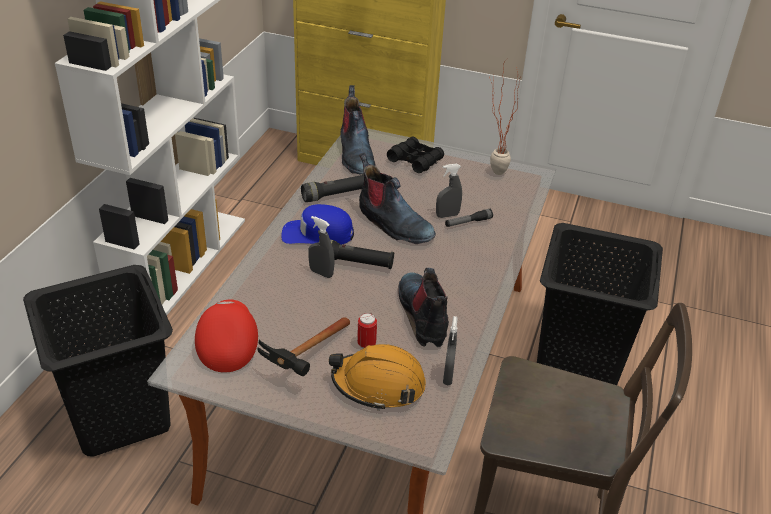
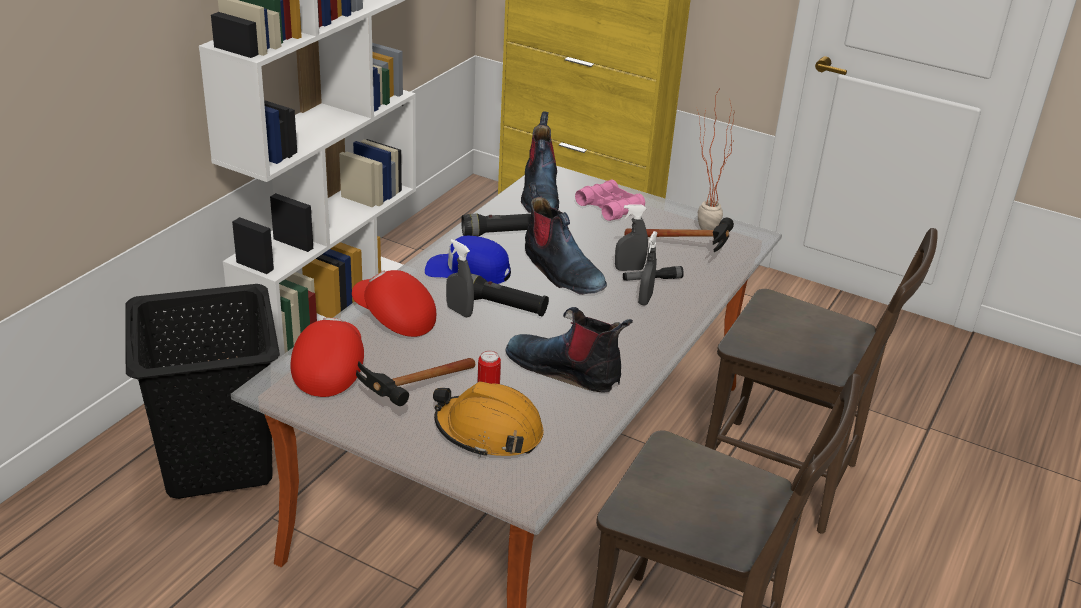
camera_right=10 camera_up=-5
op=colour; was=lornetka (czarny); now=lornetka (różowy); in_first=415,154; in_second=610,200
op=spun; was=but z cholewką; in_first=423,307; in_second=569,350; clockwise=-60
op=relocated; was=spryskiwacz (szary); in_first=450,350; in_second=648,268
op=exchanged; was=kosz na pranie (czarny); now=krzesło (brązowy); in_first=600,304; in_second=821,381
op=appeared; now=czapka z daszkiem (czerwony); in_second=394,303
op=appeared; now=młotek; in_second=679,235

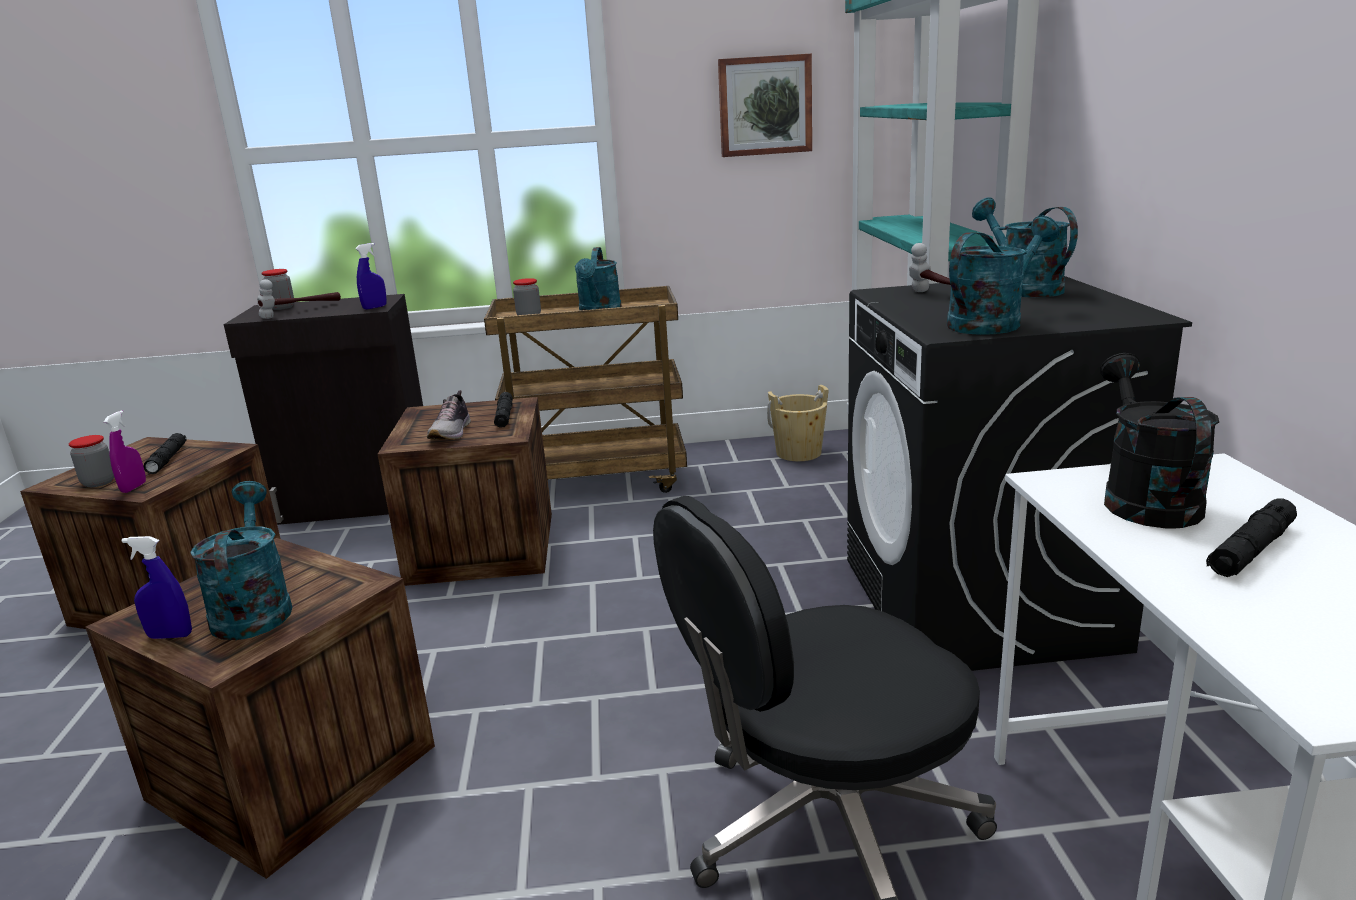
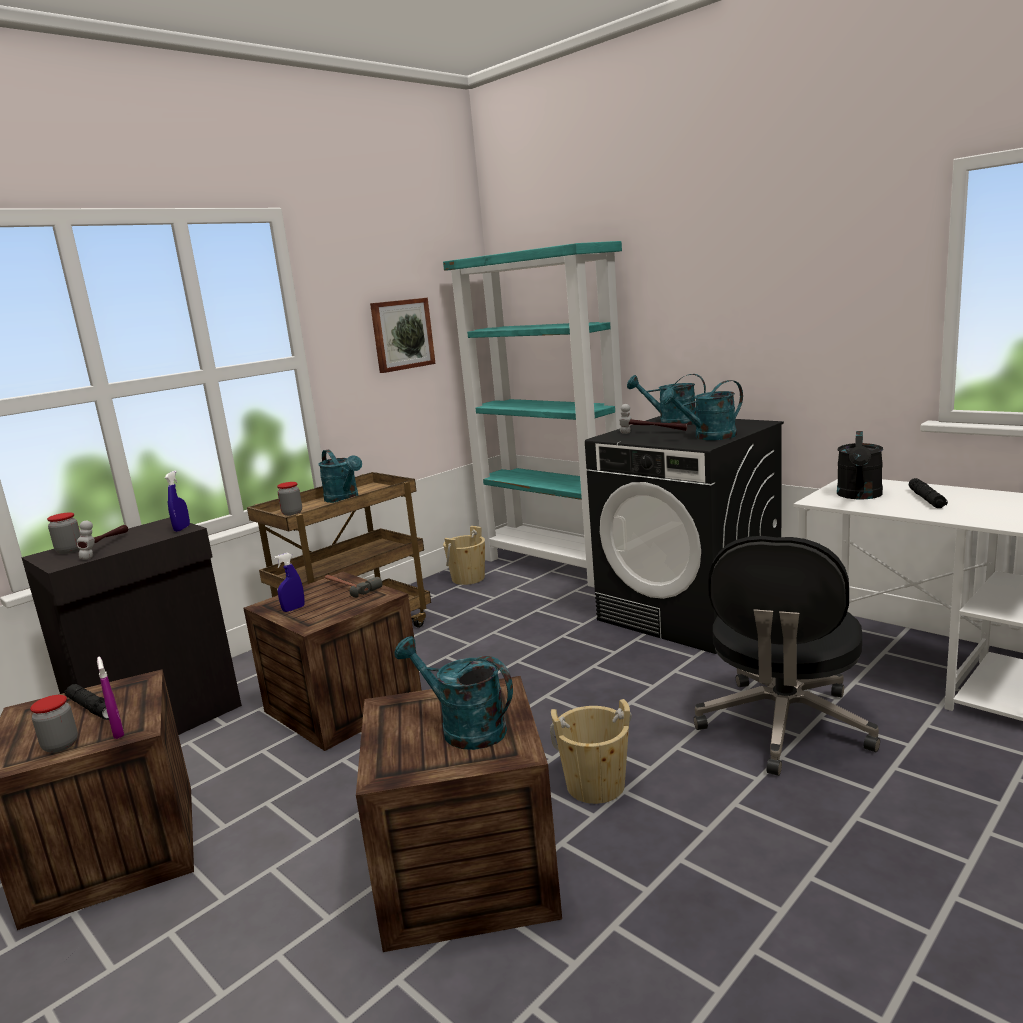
camera_right=-40 camera_up=-5
op=relocated; was=spryskiwacz (niebieski); in_first=157,587; in_second=289,582
op=missing; was=but; in_first=449,415
op=exchanged; was=latarka (czarny); now=młotek; in_first=503,410; in_second=354,586
op=spun; was=konewka (turkusowy); in_first=1003,275; in_second=702,410; clockwise=-120
op=spun; was=konewka (czarny); in_first=1159,441; in_second=860,465; clockwise=-120
op=appeared; now=wiadro (beżowy); in_second=591,751

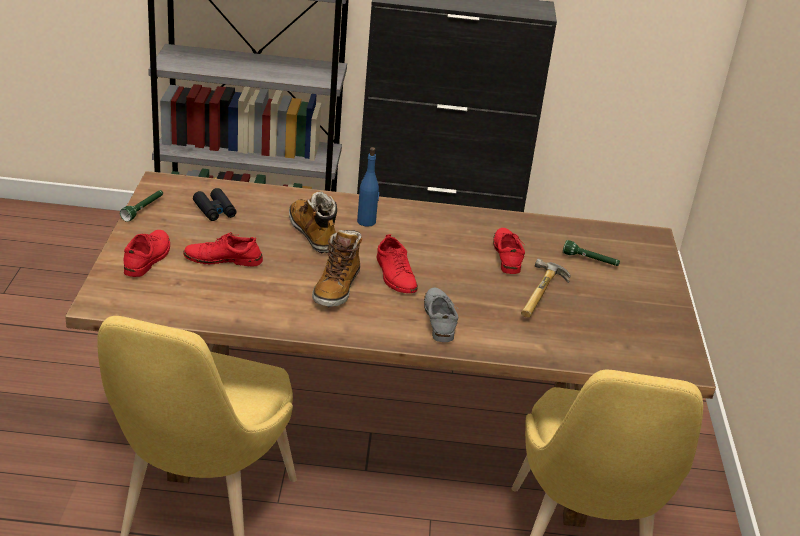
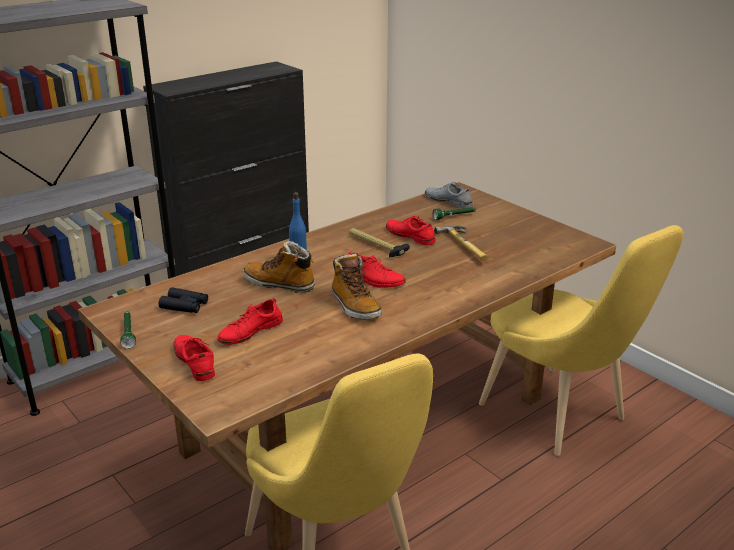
camera_right=-40 camera_up=-5
op=relocated; was=but (szary); in_first=441,315; in_second=449,195
op=appeared; now=młotek; in_second=379,242

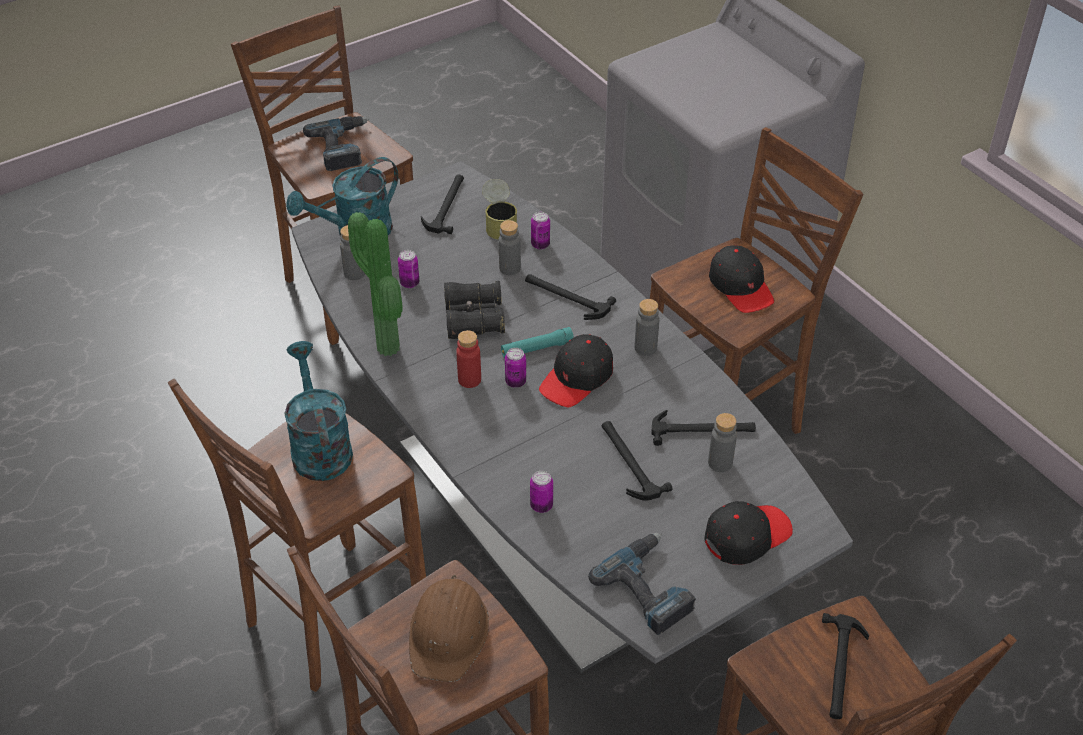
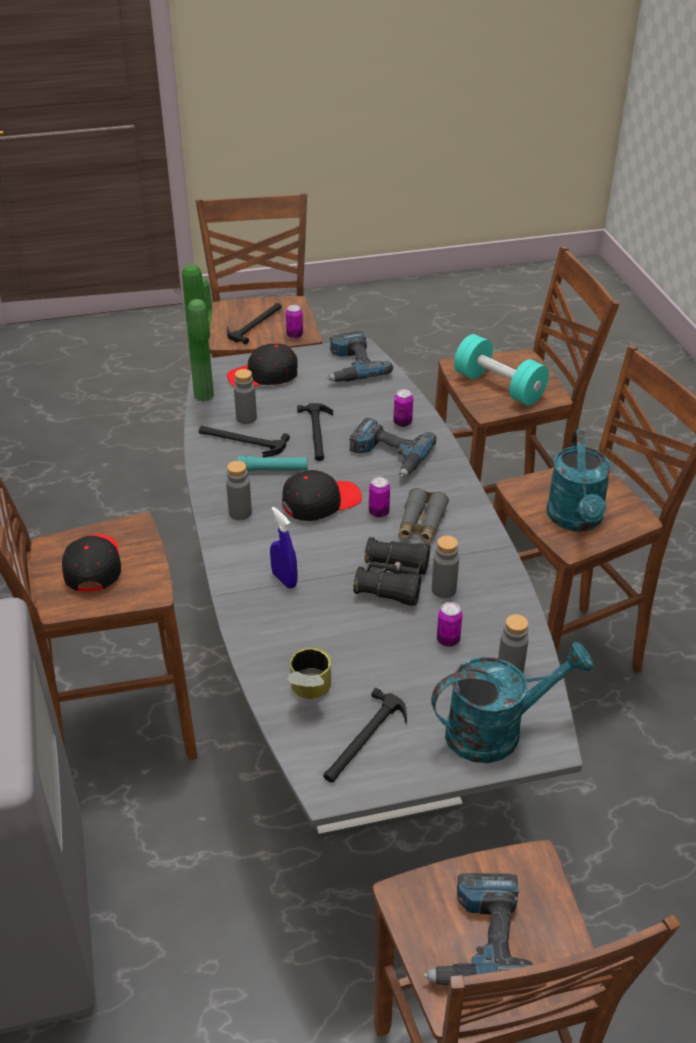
camera_right=-160 camera_up=-5
op=relocated; was=roślina doniczkowa; in_first=375,284; in_second=198,333
op=exchanged; was=kask (brązowy); now=hantel (turkusowy); in_first=449,628; in_second=501,370
op=exchanged; was=butelka (czerwony); now=lornetka (szary); in_first=468,359; in_second=423,516
op=relocated; was=butelka (szary); in_first=510,247; in_second=445,566
op=relocated; was=latarka (turkusowy); in_first=537,342; in_second=272,464
op=exchanged; was=młotek; now=spryskiwacz (niebieski); in_first=570,297; in_second=283,548
op=relocated; was=puszka; in_first=540,230; in_second=294,322
op=appeared; now=wiertarka; in_second=393,448

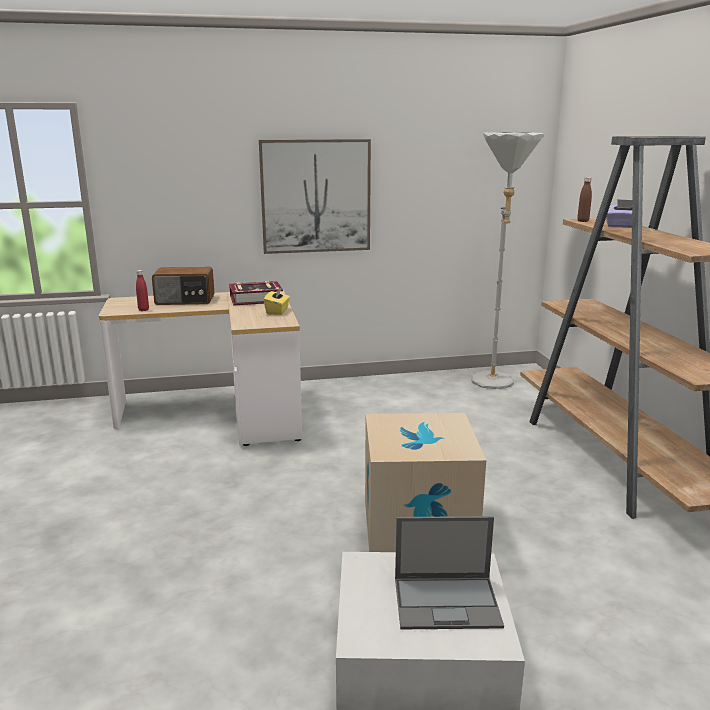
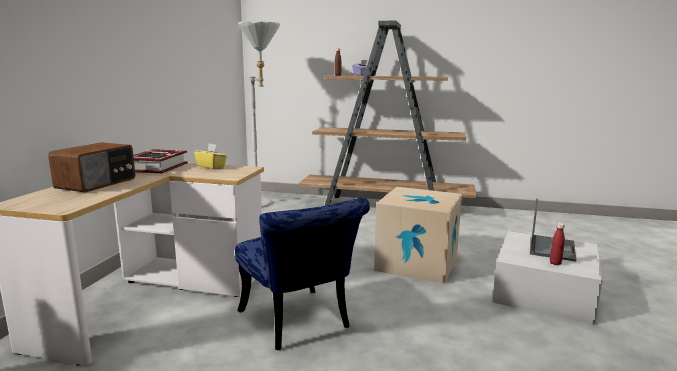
camera_right=-65 camera_up=-5
op=relocated; was=butelka (czerwony); in_first=142,290; in_second=557,244
op=missing; was=obraz; in_first=315,196
op=appeared; now=krzesło (niebieski); in_second=302,274

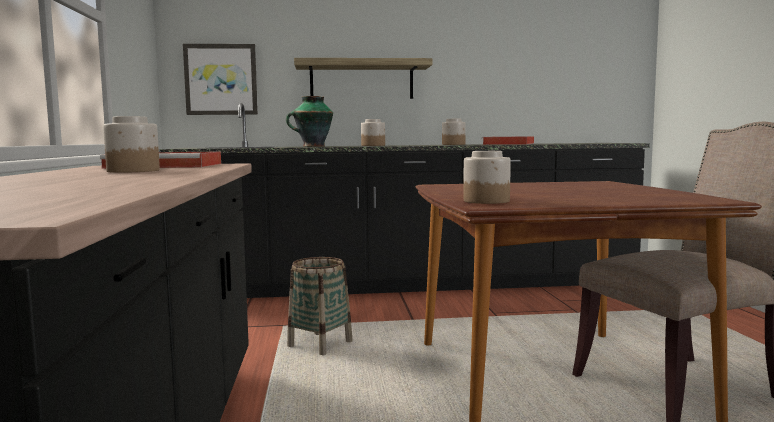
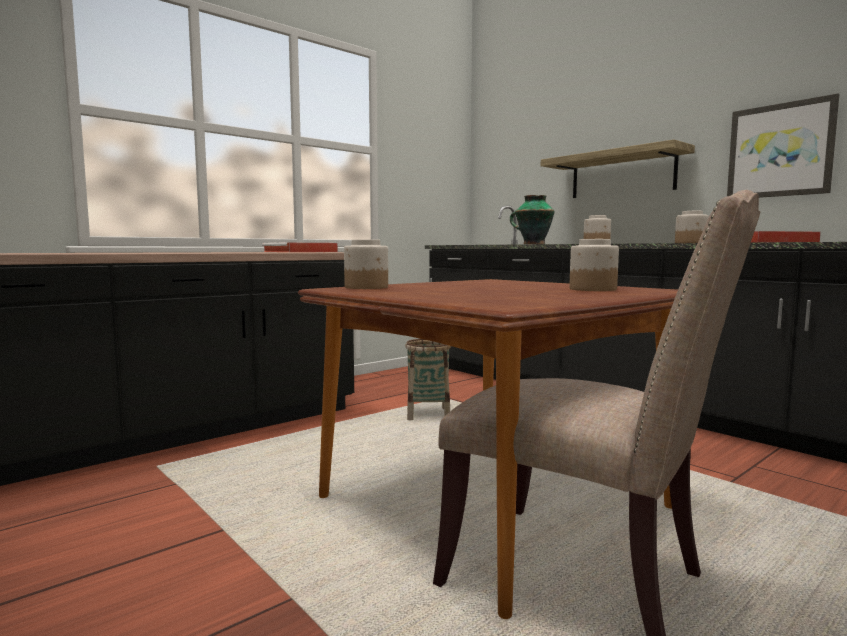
camera_right=55 camera_up=0
op=relocated; was=słoik; in_first=131,144; in_second=594,265
op=relocated; was=obraz; in_first=220,79; in_second=783,146

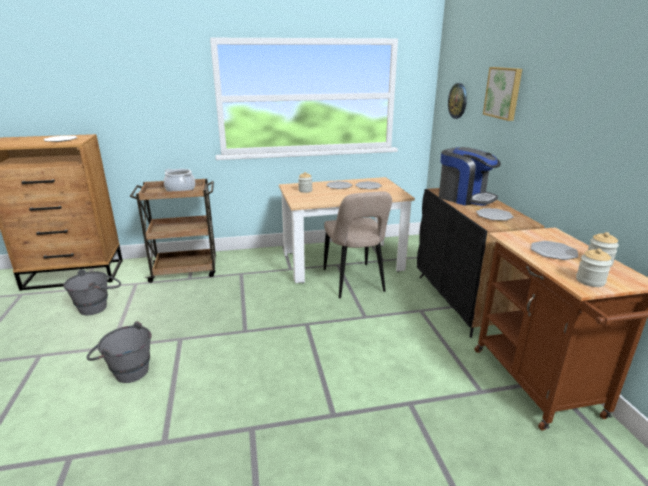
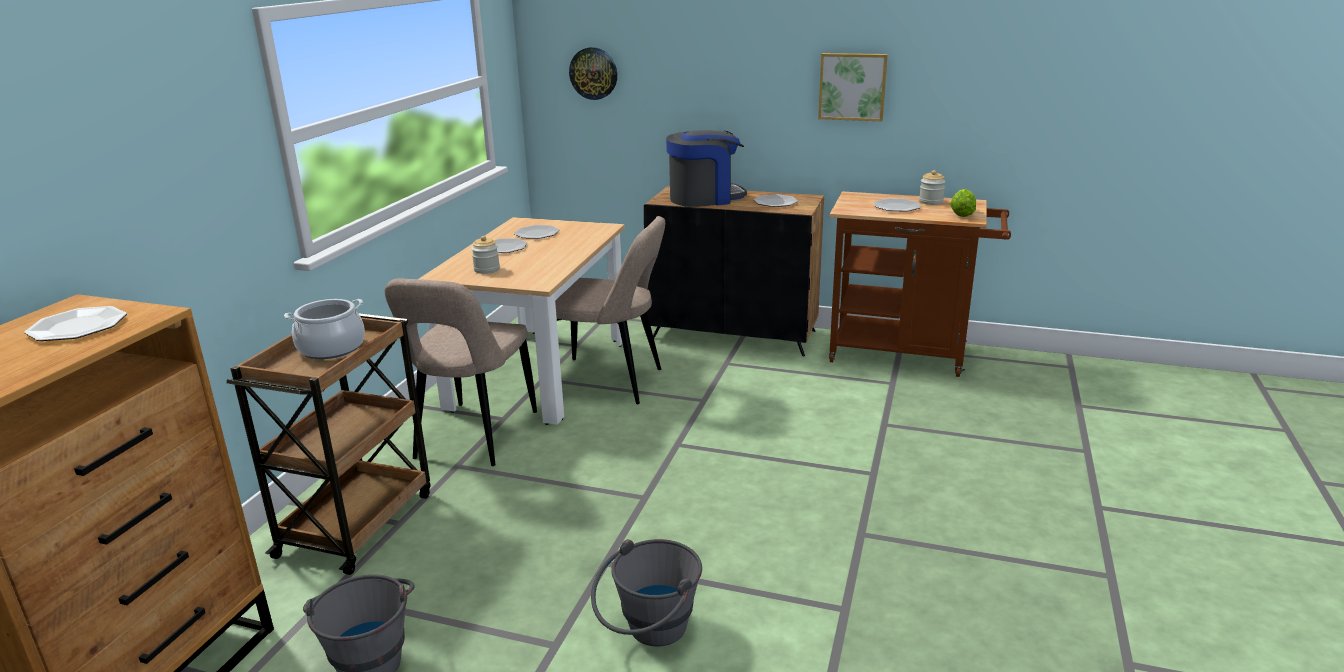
camera_right=-60 camera_up=0
op=relocated; was=obraz; in_first=502,94; in_second=853,87
op=exchanged; was=słoik; now=sałata; in_first=594,267; in_second=963,203
op=appeared; now=krzesło (beżowy); in_second=460,372

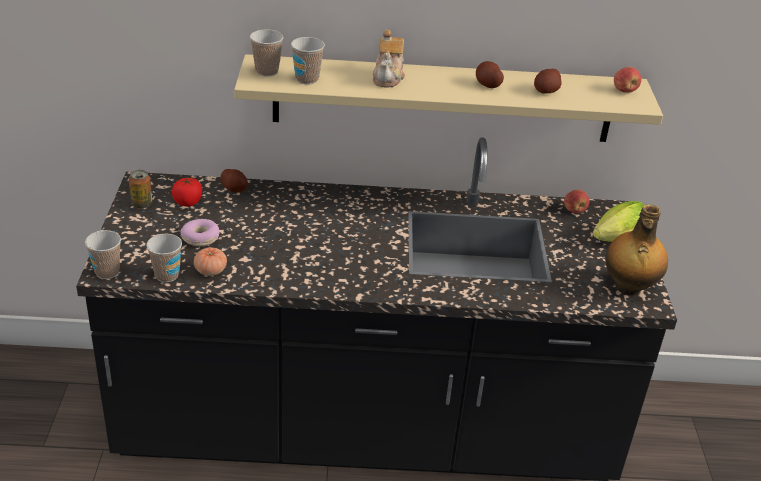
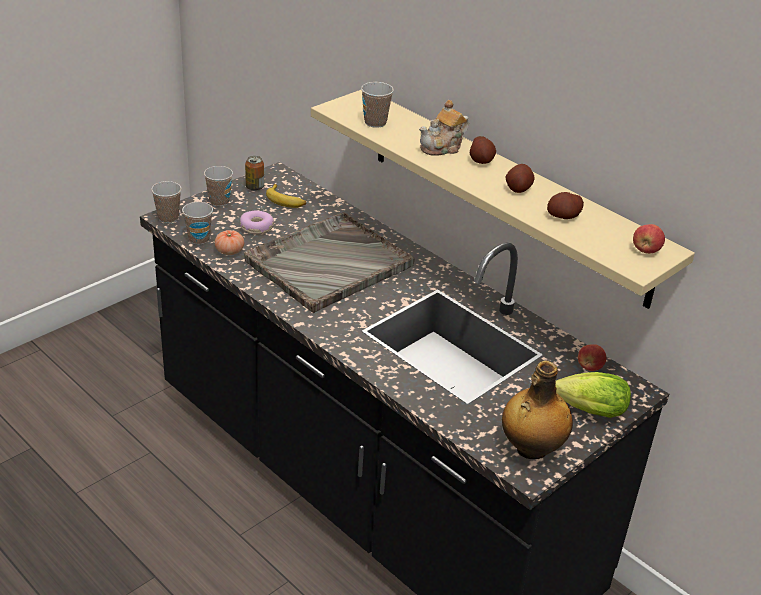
camera_right=45 camera_up=0
op=exchanged; was=pomidor; now=banan; in_first=187,192; in_second=286,196
op=relocated; was=ziemniak; in_first=234,180; in_second=483,150
op=relocated; was=filiżanka; in_first=266,53; in_second=218,186
op=appeared; now=taca (szary); in_second=329,262

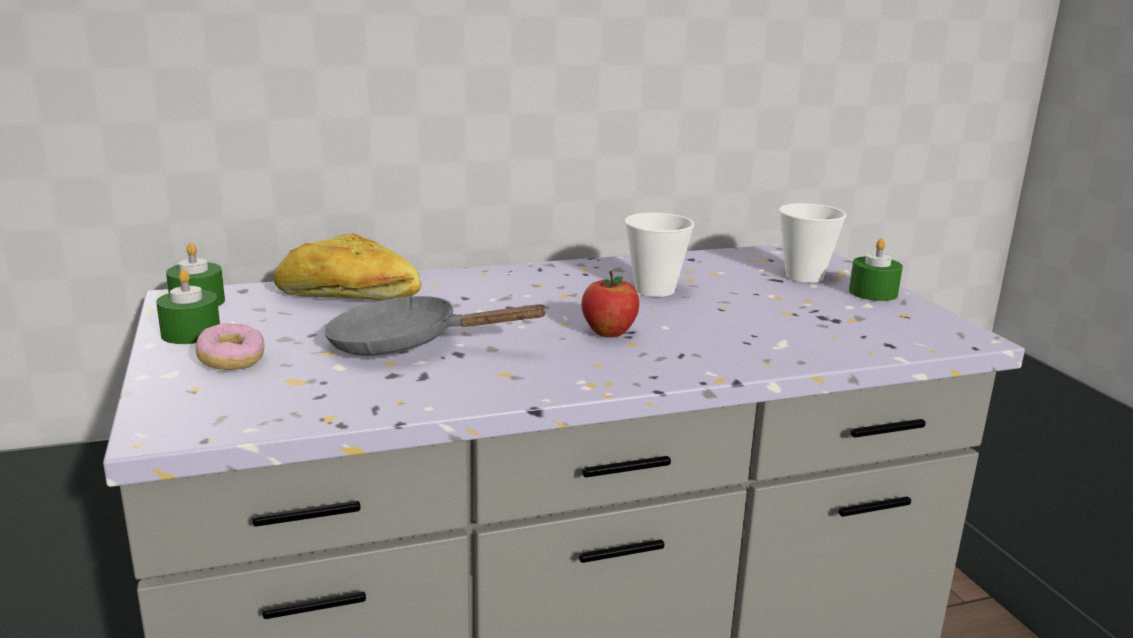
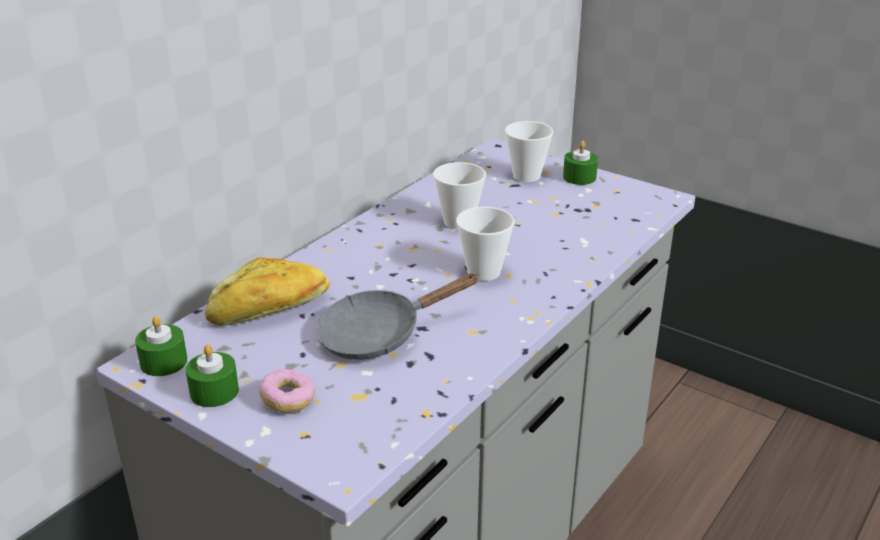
camera_right=-35 camera_up=10
op=exchanged; was=jabłko; now=filiżanka; in_first=610,304; in_second=485,244

